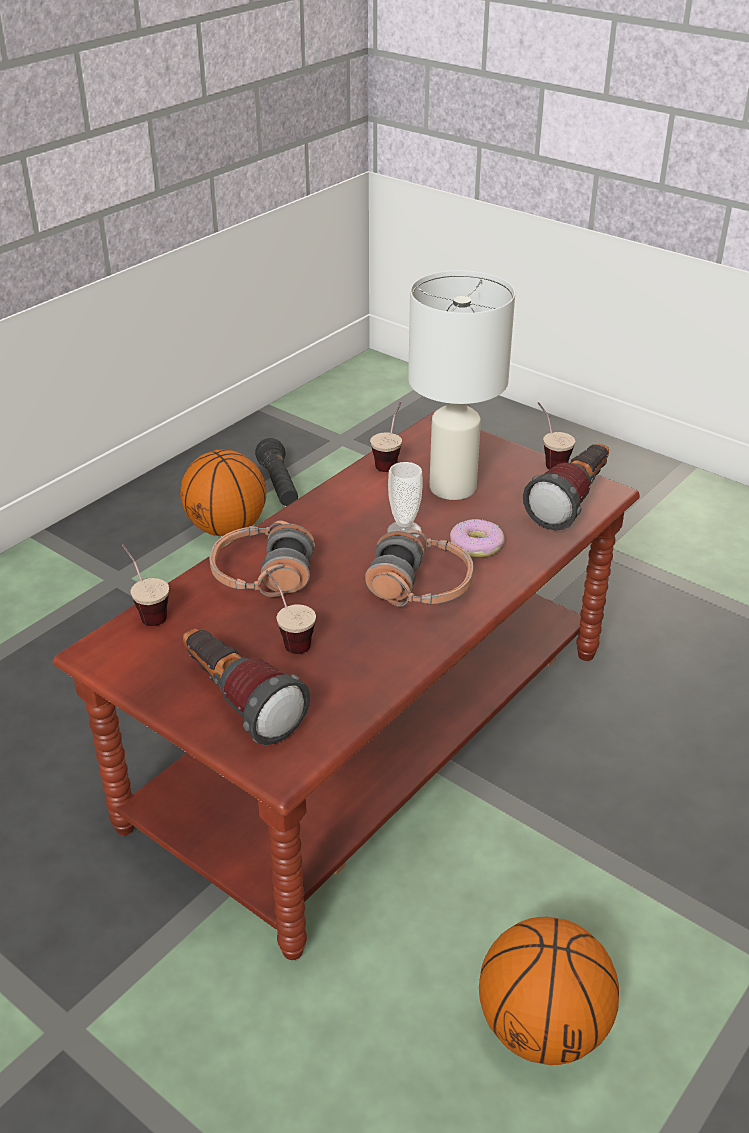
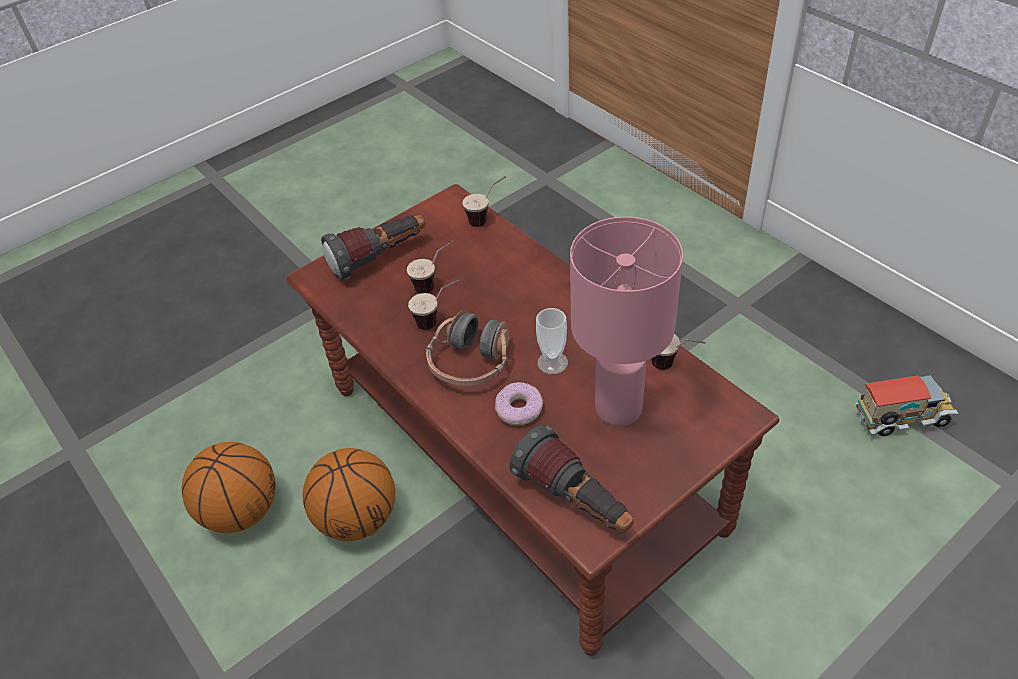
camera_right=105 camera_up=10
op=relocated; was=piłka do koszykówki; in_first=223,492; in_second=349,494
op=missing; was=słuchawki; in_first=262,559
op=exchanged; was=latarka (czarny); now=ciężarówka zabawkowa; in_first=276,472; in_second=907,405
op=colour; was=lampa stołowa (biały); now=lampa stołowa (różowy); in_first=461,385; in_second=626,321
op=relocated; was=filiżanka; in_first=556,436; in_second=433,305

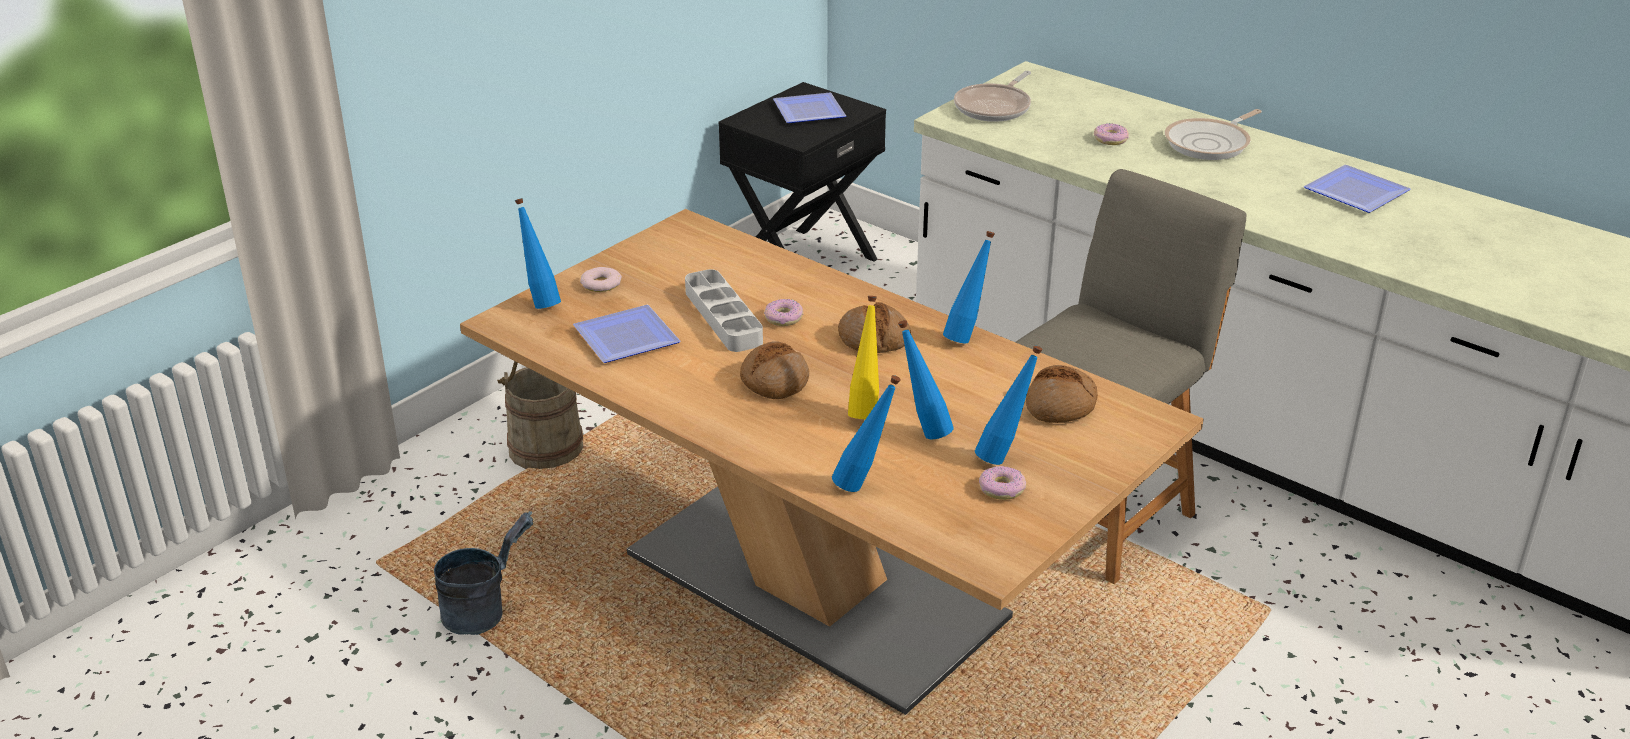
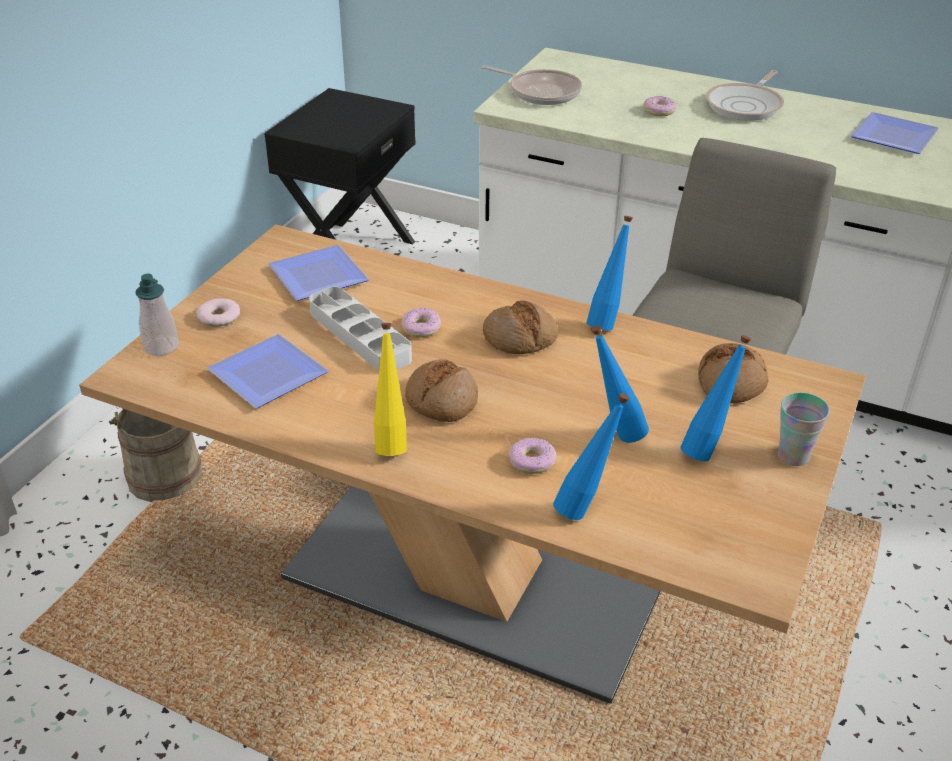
camera_right=-15 camera_up=5
op=missing; was=wiadro (szary); in_first=484,573
op=exchanged; was=butelka (niebieski); now=dozownik mydła; in_first=538,253; in_second=157,315
op=relocated; was=talerz; in_first=809,108; in_second=318,273
op=relocated; was=butelka (żółty); in_first=863,357; in_second=390,389
op=spun; was=patelnia; in_first=992,96; in_second=532,85; clockwise=-75
op=relocated; was=donut; in_first=1002,483; in_second=532,456
op=appeared; now=filiżanka; in_second=804,429

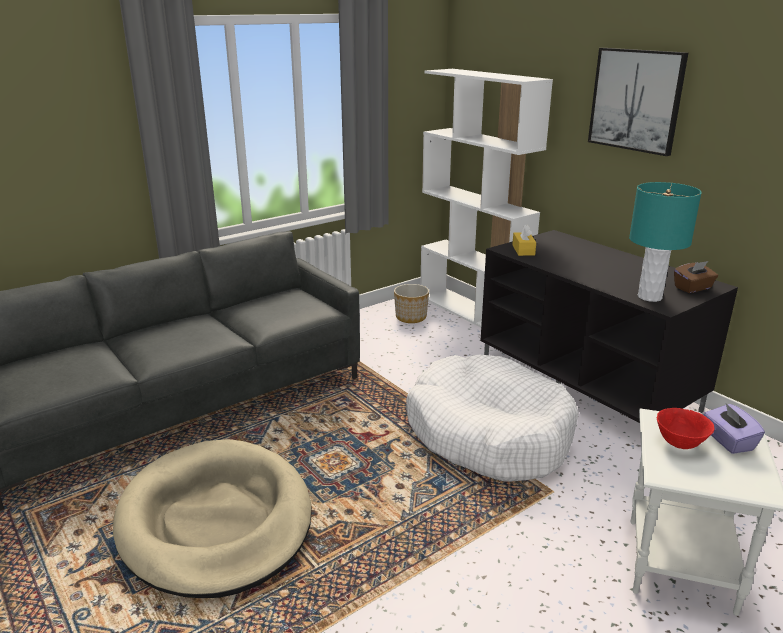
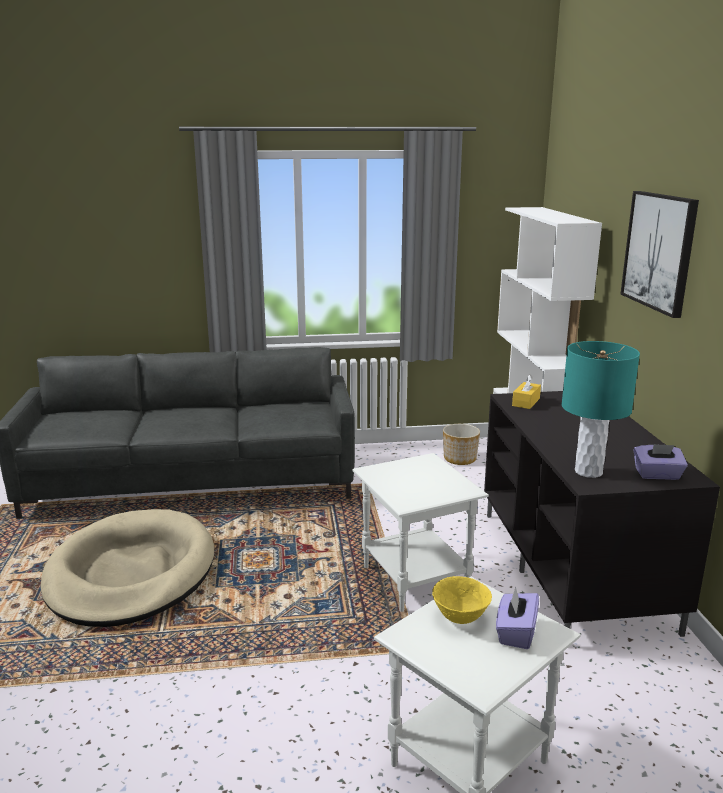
camera_right=30 camera_up=-5
op=exchanged; was=legowisko (biały); now=stolik (biały); in_first=492,418; in_second=420,532
op=colour; was=miska (czerwony); now=miska (żółty); in_first=686,428; in_second=462,600
op=colour; was=pudełko chusteczek (brązowy); now=pudełko chusteczek (fioletowy); in_first=696,277; in_second=661,462

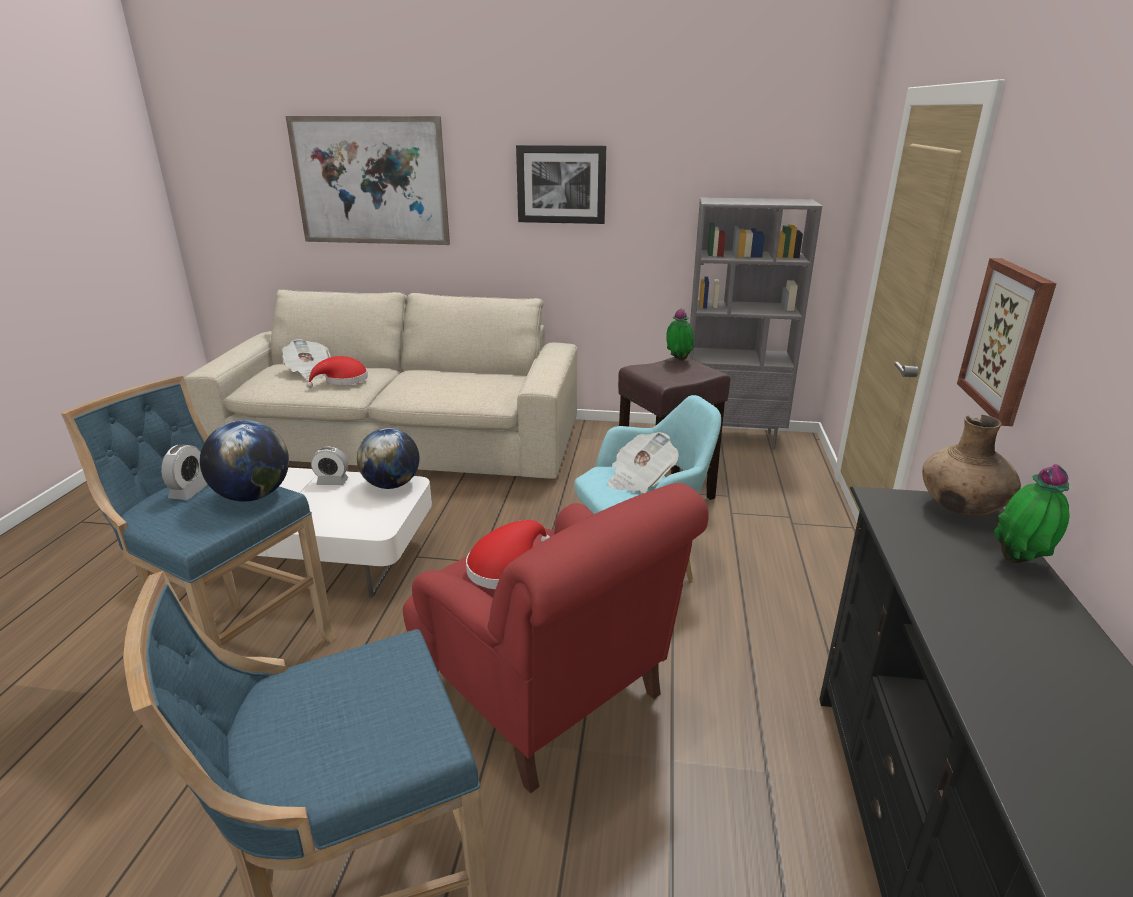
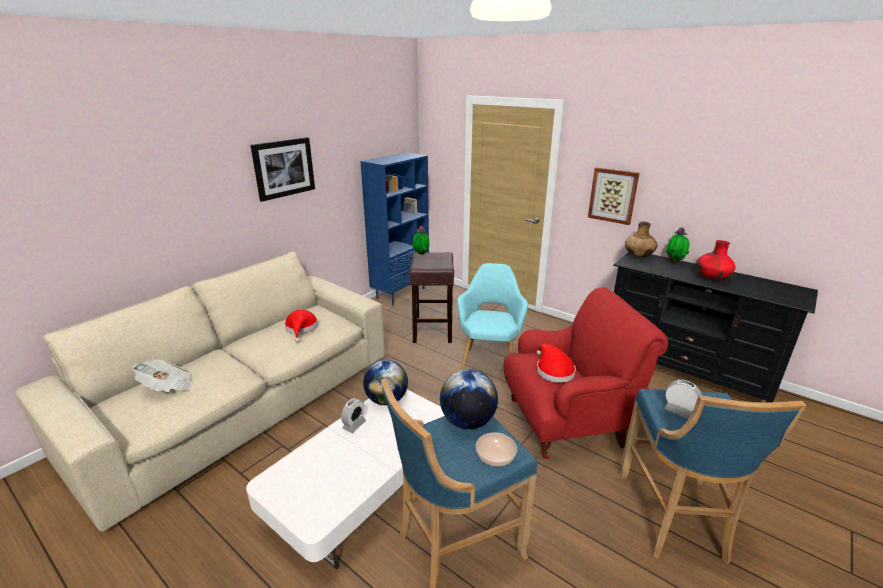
camera_right=-60 camera_up=0
op=relocated; was=budzik; in_first=184,472; in_second=683,399
op=missing; was=obraz; in_first=368,180
op=relocated; was=kapelusz (czerwony); in_first=337,372; in_second=301,326
op=missing; was=gazeta; in_first=643,462
op=colour; was=regał (szary); now=regał (niebieski); in_first=755,323; in_second=394,228
op=appeared; now=miska; in_second=496,449
op=appeared; now=wazon (czerwony); in_second=716,260

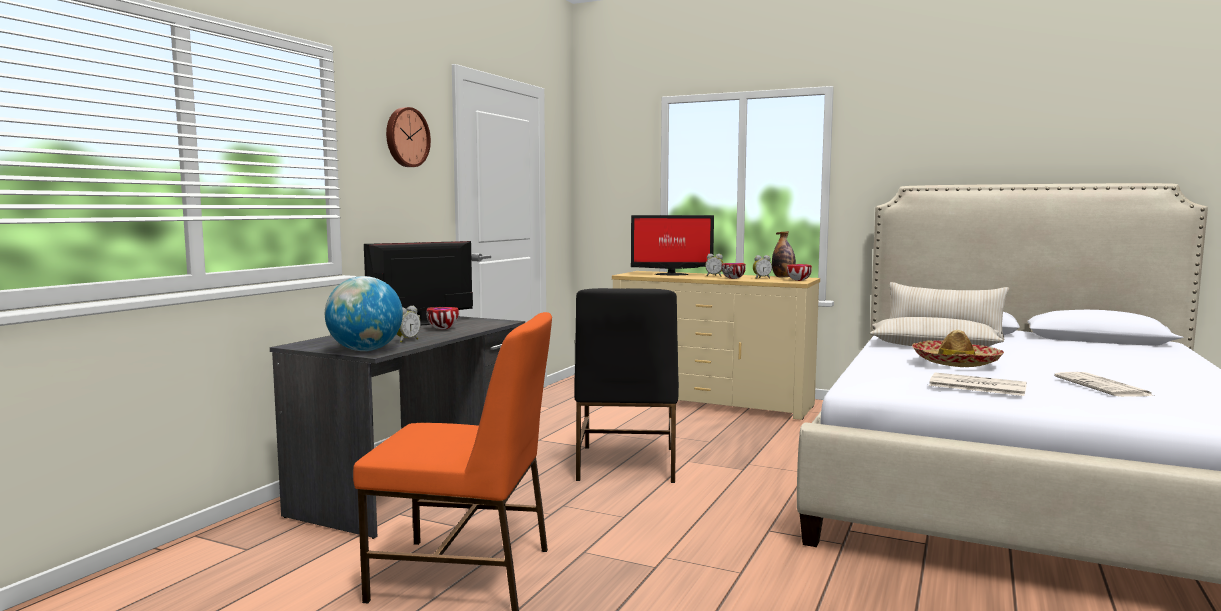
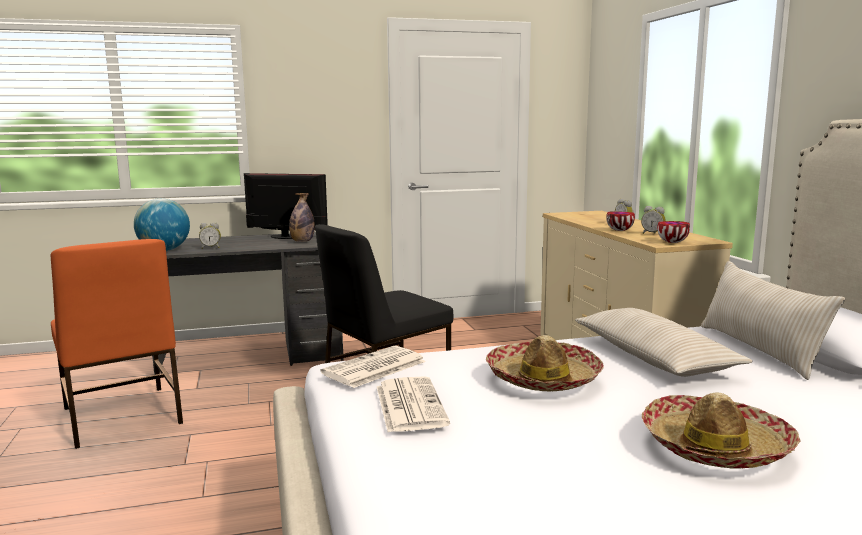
camera_right=50 camera_up=5
op=missing; was=zegar ścienny; in_first=408,137
op=missing; was=miska; in_first=442,318
op=missing; was=monitor; in_first=672,245
op=relocated; was=butelka; in_first=784,254; in_second=302,217
op=relocated; was=gazeta; in_first=1104,384; in_second=373,367
op=appeared; now=kapelusz; in_second=721,430

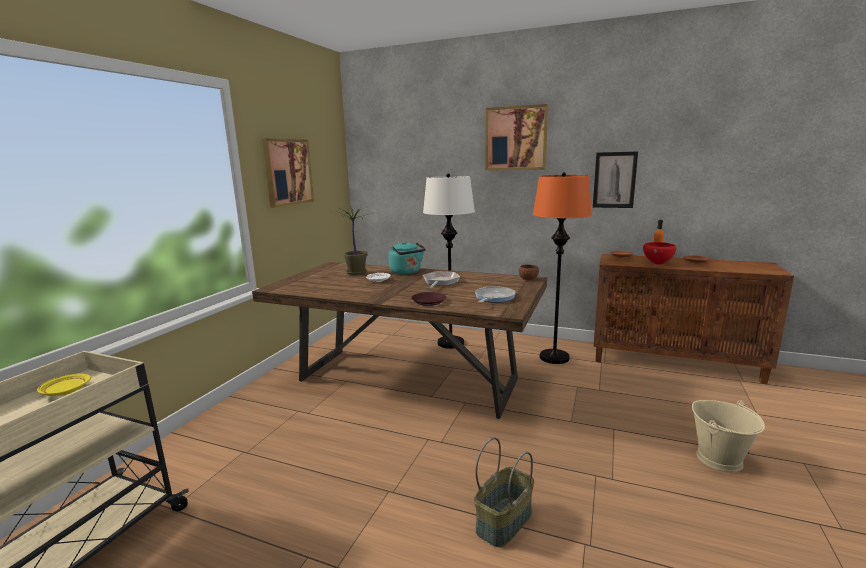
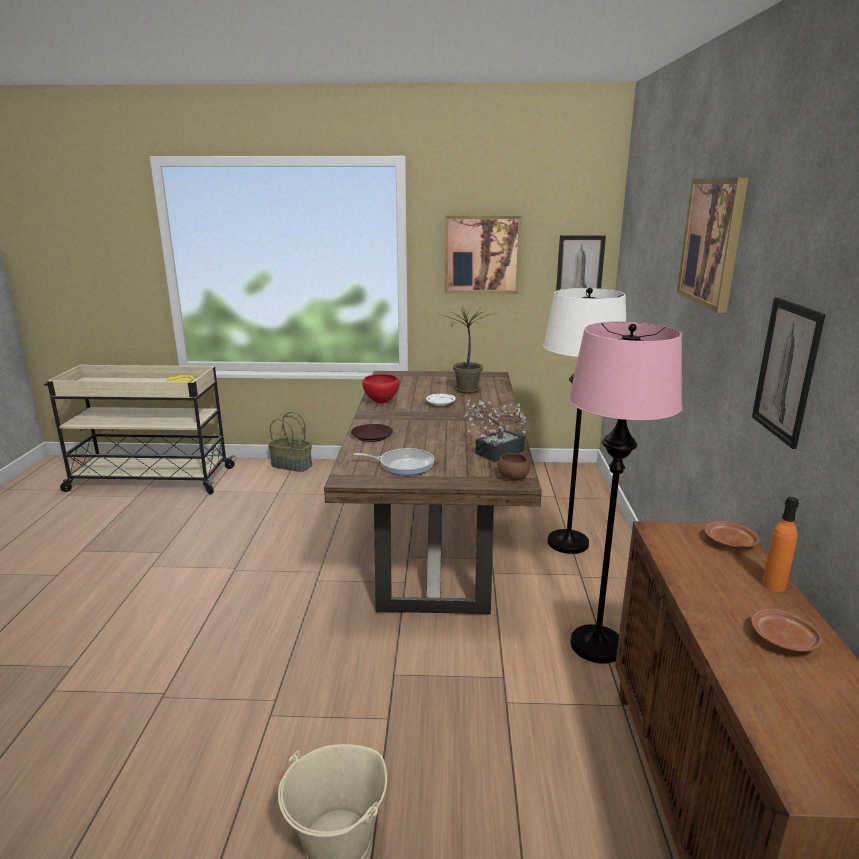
camera_right=70 camera_up=5
op=missing; was=czajnik (turkusowy); in_first=407,258
op=missing; was=patelnia; in_first=441,280
op=relocated; was=koszyk; in_first=504,492; in_second=290,442
op=colour; was=lampa stojąca (pomarańczowy); now=lampa stojąca (różowy); in_first=562,268; in_second=625,493
op=relocated; was=miska (czerwony); in_first=659,253; in_second=380,389
op=appeared; now=roślina doniczkowa; in_second=495,430
op=appeared; now=obraz; in_second=581,263

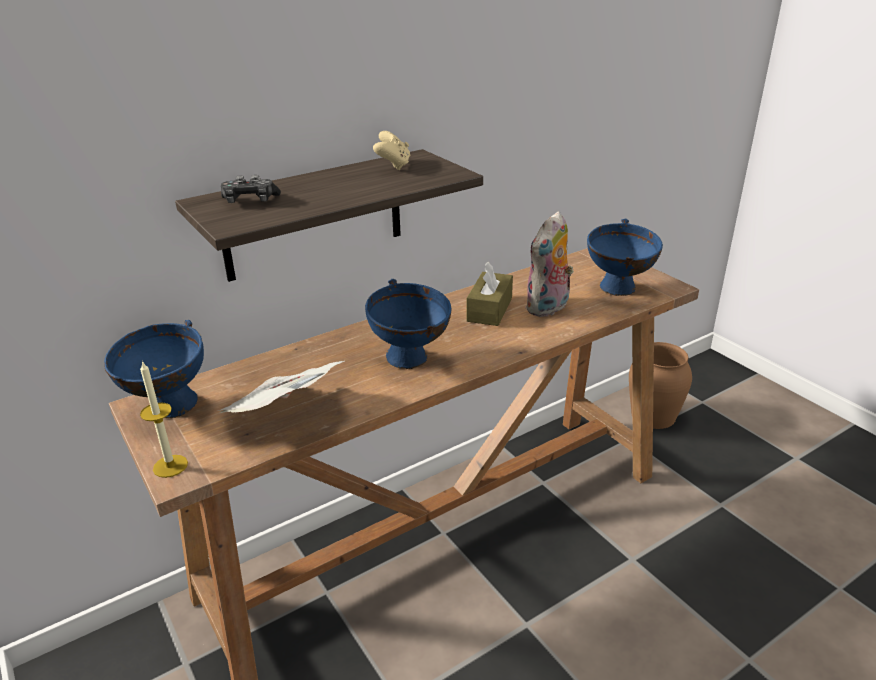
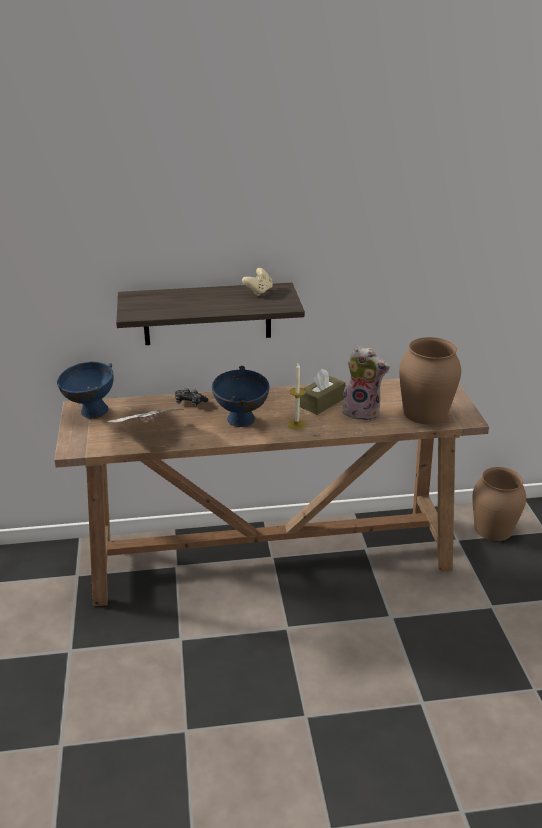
camera_right=25 camera_up=0
op=relocated; was=świeca; in_first=164,419; in_second=297,396
op=relocated; was=pad do gier; in_first=251,189; in_second=191,397
op=spun; was=pluszak; in_first=549,264; in_second=366,383; clockwise=-135
op=exchanged; was=miska (niebieski); now=wazon (brązowy); in_first=625,257; in_second=430,380

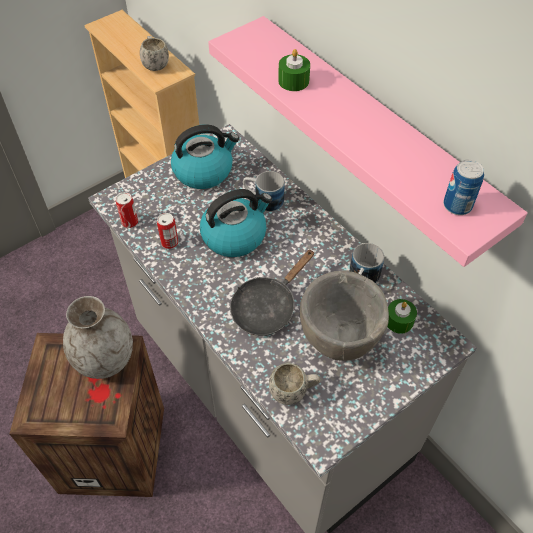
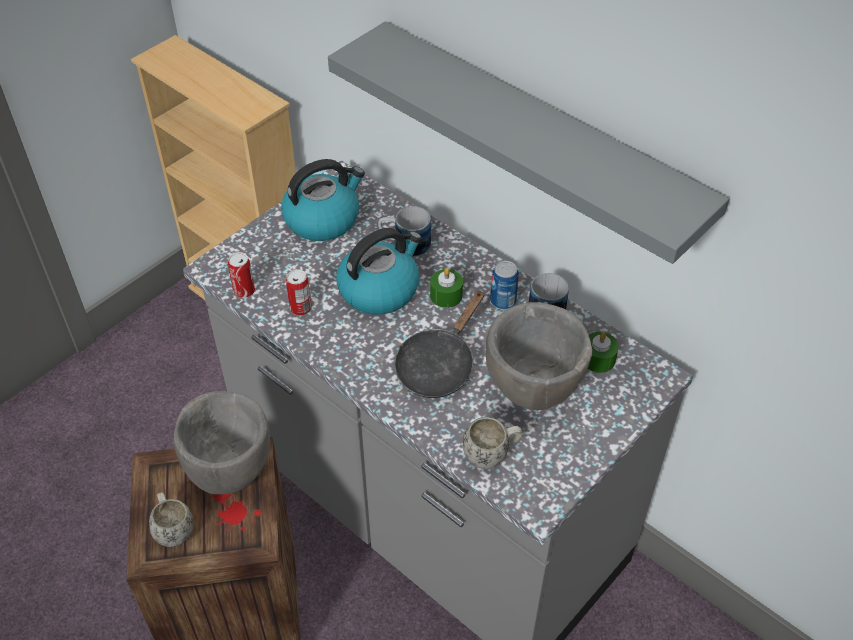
camera_right=-10 camera_up=-5
op=exchanged; was=wazon (szary); now=miska (szary); in_first=98,337; in_second=222,443
op=relocated; was=kubek (biały); in_first=154,53; in_second=171,519
op=colour; was=półka (różowy); now=półka (szary); in_first=368,141; in_second=528,142
op=relocated; was=świeca (zielony); in_first=294,70; in_second=446,288
op=relocated; was=puszka; in_first=463,187; in_second=504,285

